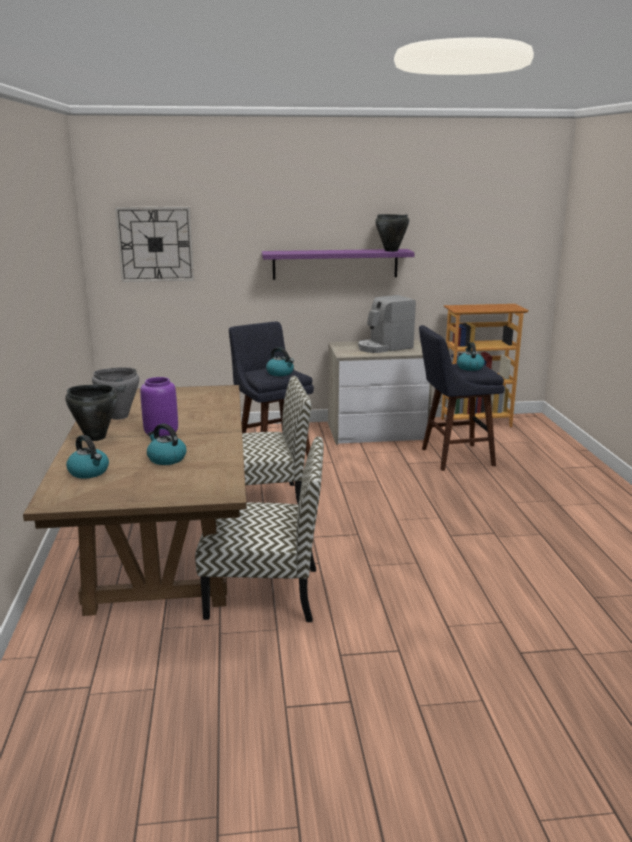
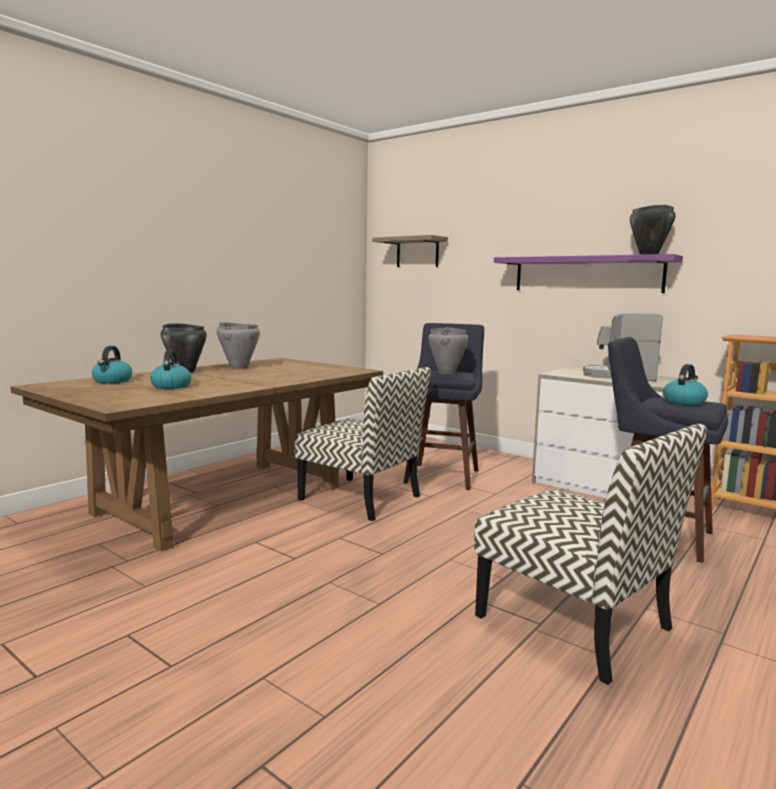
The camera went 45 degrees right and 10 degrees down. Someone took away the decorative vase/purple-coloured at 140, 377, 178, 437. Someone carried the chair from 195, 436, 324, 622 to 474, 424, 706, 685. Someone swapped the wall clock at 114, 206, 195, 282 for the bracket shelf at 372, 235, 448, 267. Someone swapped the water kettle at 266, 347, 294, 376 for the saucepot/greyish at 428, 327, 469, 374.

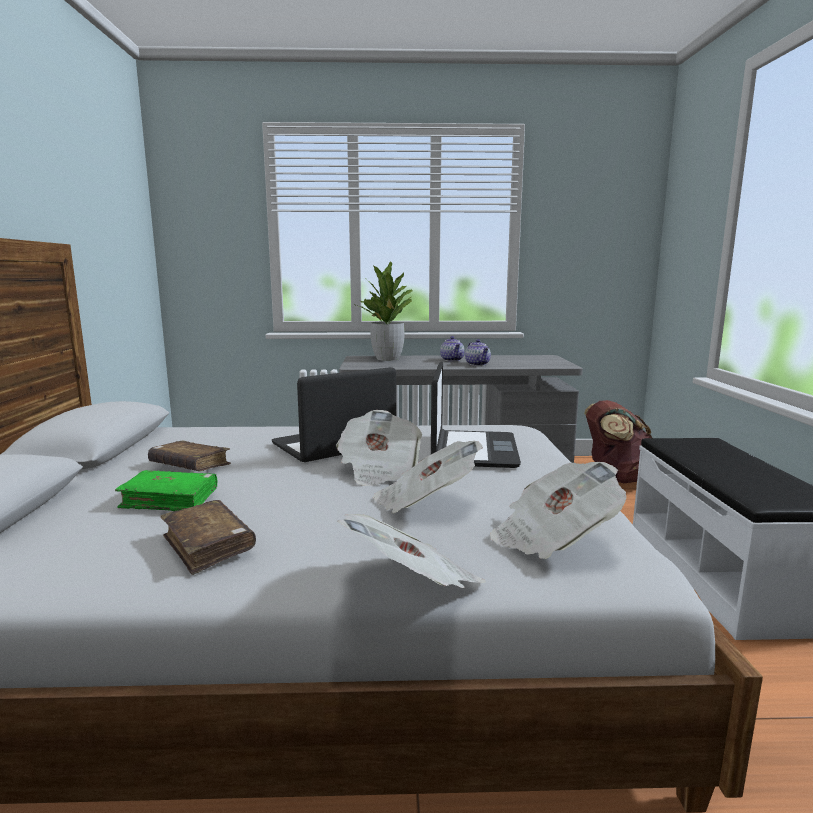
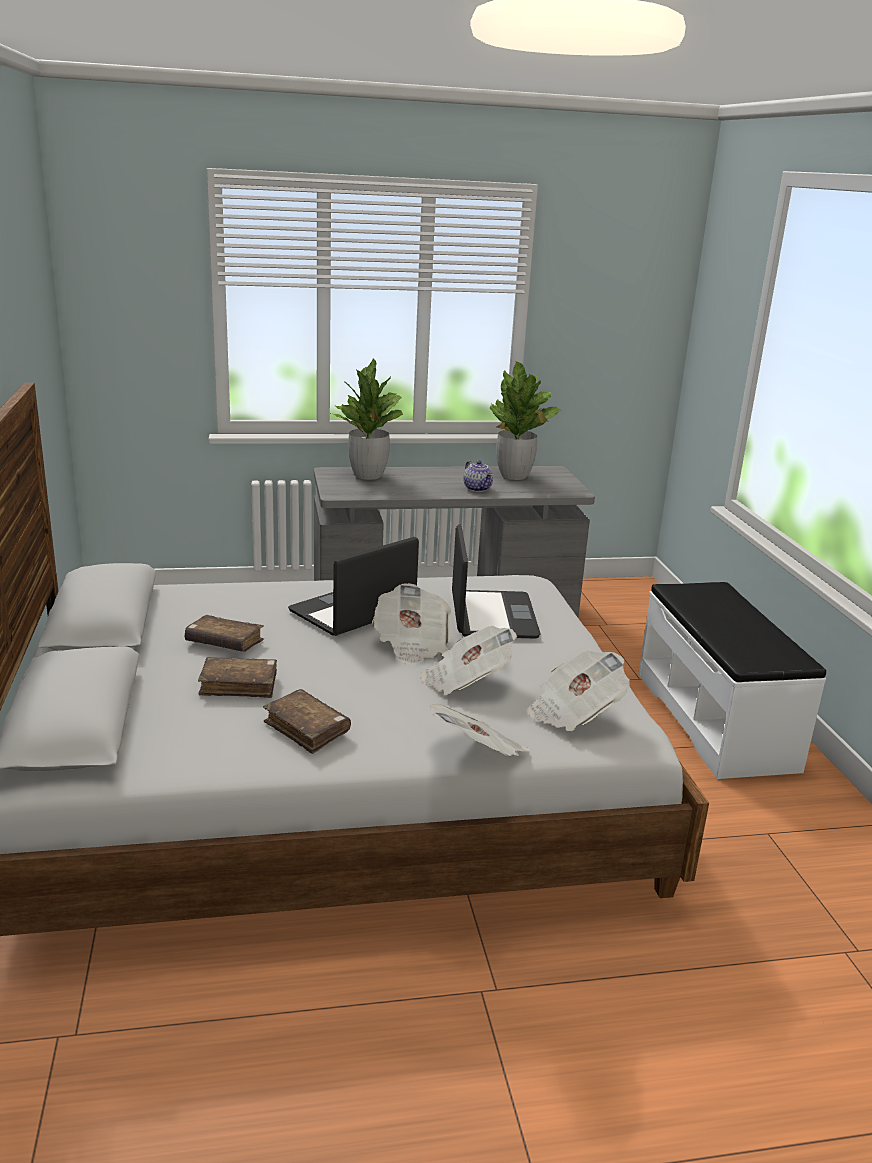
The camera went 10 degrees left and 10 degrees up. Someone took away the teapot at 440, 336, 465, 361. Someone took away the rucksack/brown at 584, 400, 652, 483. Someone put down the potted plant at 490, 361, 561, 480. Someone repainted the volume/greenish at 115, 470, 217, 511, which became the volume/brown at 198, 657, 277, 698.

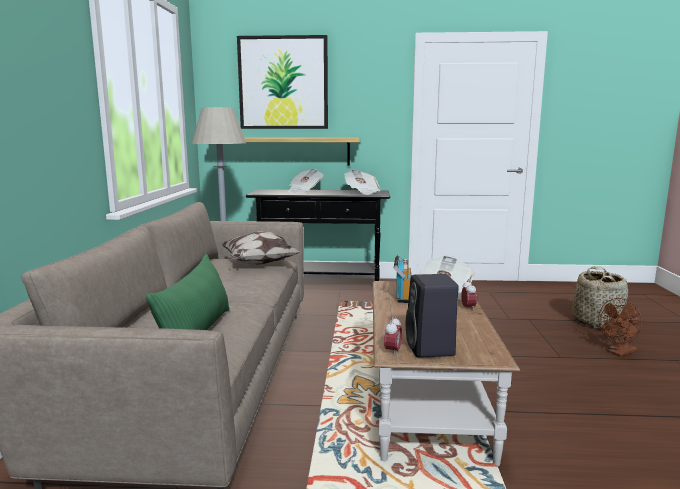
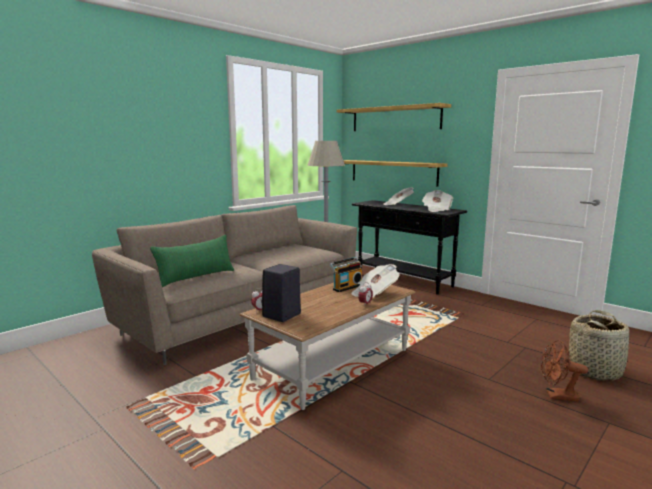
The camera went 40 degrees right and 0 degrees up. Someone took away the pillow at 221, 231, 301, 265. Someone swapped the wall picture at 237, 35, 328, 129 for the bracket shelf at 336, 103, 451, 131.

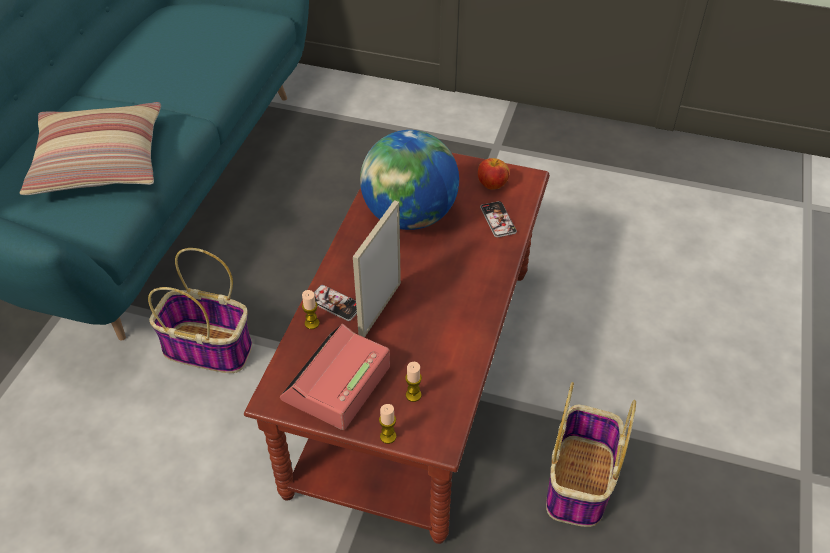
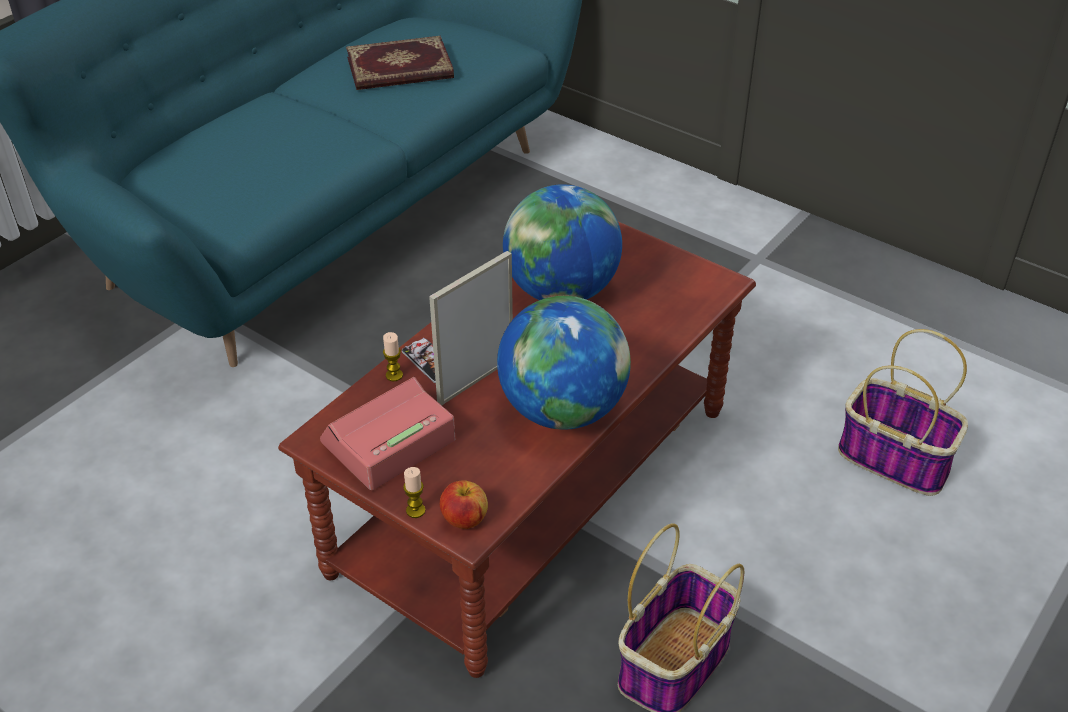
The camera went 20 degrees right and 5 degrees down. Someone took away the pillow at 20, 102, 161, 195. Someone took away the candle at 405, 362, 422, 402. Someone took away the phone at 480, 201, 517, 238. Someone put down the volume at 346, 36, 454, 90. Someone put down the desk globe at 497, 296, 631, 430. Someone carried the basket from 148, 248, 252, 373 to 838, 329, 968, 496. Someone carried the apple from 478, 158, 509, 189 to 440, 480, 488, 529.

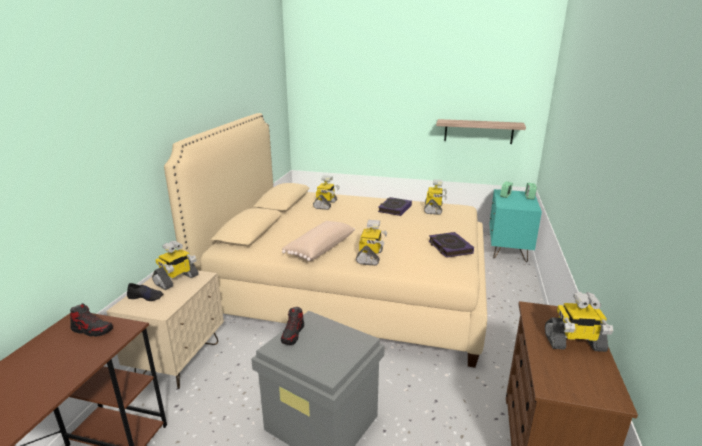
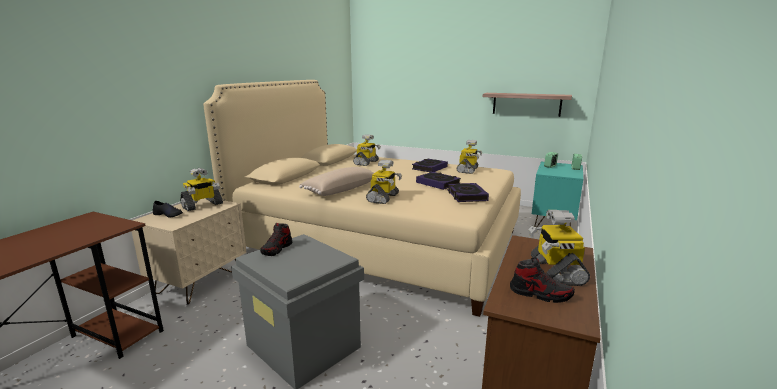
The camera went 10 degrees right and 5 degrees down. Someone put down the volume at 416, 172, 461, 190. Someone carried the low shoe from 70, 303, 113, 337 to 510, 258, 575, 303. Someone rotated the model robot at 545, 292, 613, 352 by 75 degrees clockwise.

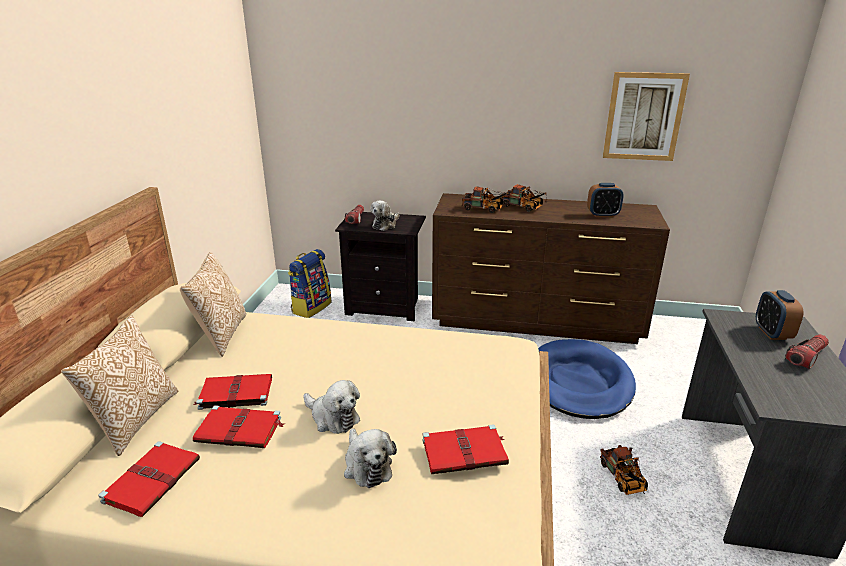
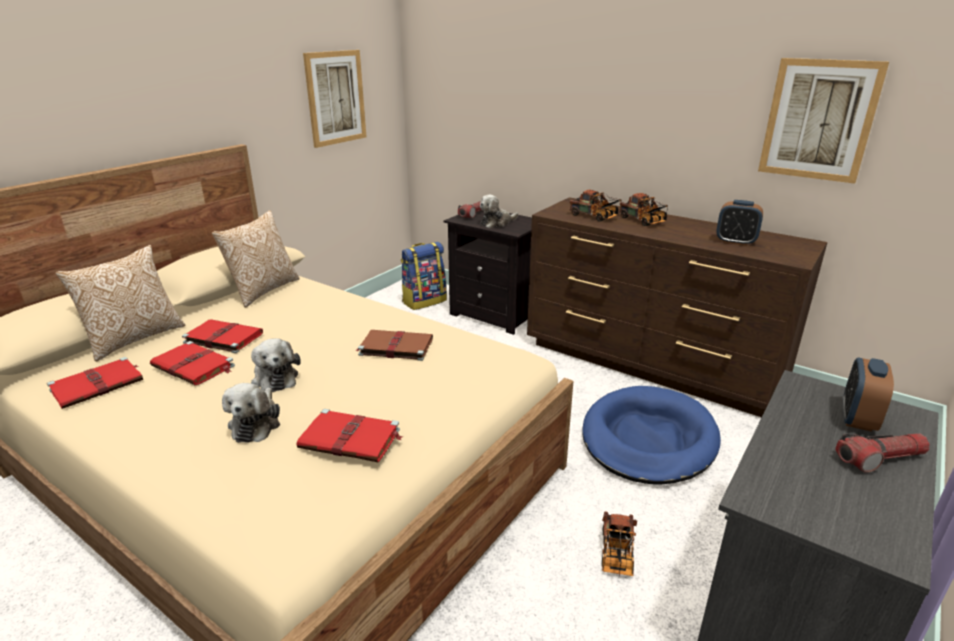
The camera went 25 degrees right and 0 degrees up. Someone put up the wall picture at 303, 50, 367, 148. Someone put down the volume/brown at 356, 330, 433, 361.

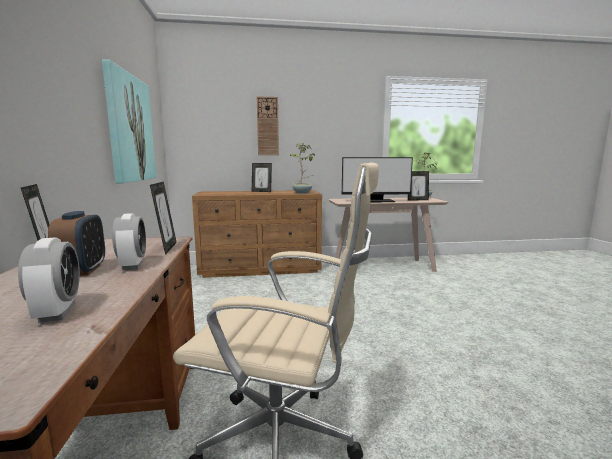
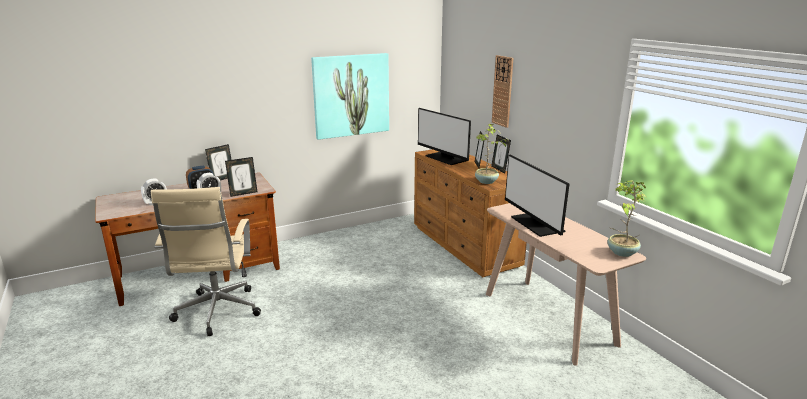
The camera went 70 degrees right and 10 degrees up. Someone put down the computer display at 418, 108, 471, 165. Someone carried the standing frame from 408, 171, 429, 200 to 491, 135, 511, 173.

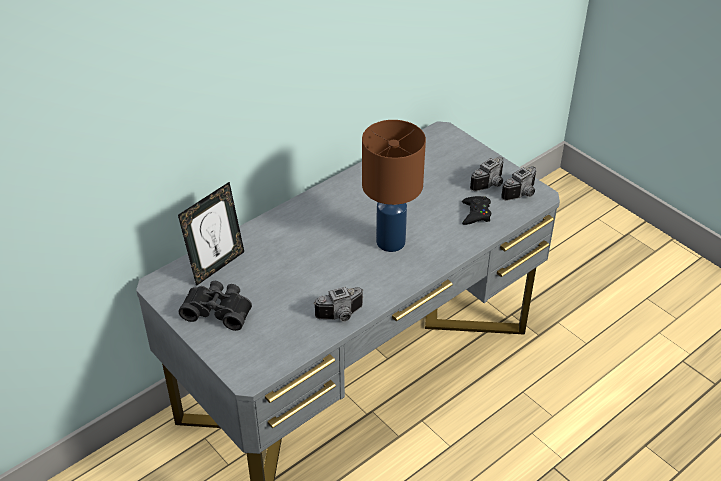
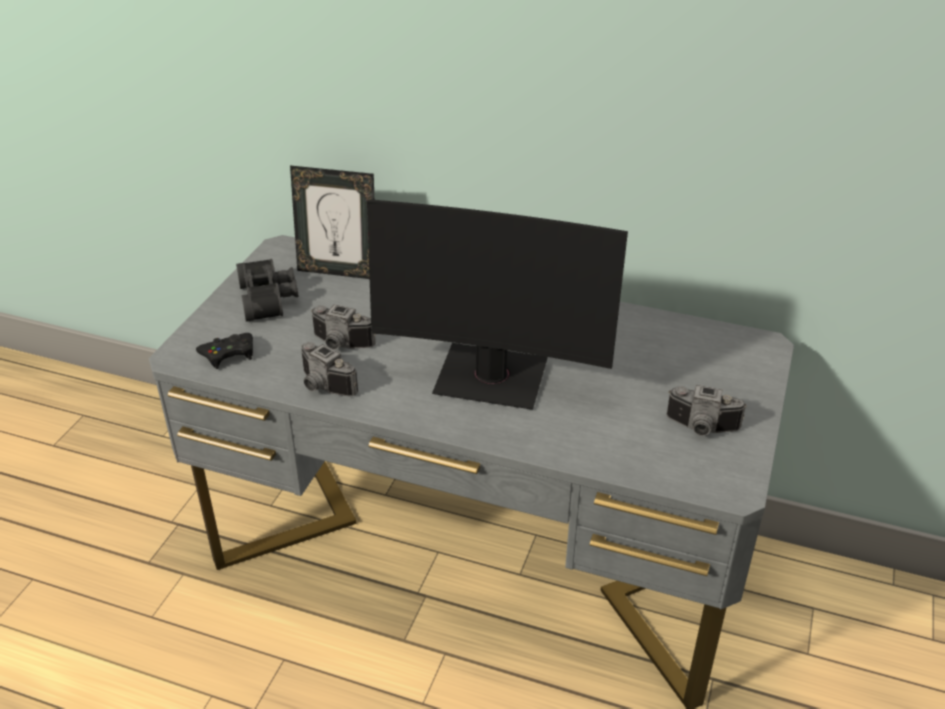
The camera went 60 degrees right and 5 degrees down. Someone carried the gamepad/black-coloured from 462, 196, 491, 225 to 196, 333, 253, 369. Someone carried the still camera from 501, 166, 536, 201 to 311, 304, 376, 350. Someone swapped the table lamp/brown at 362, 120, 426, 252 for the computer display at 367, 200, 628, 410.

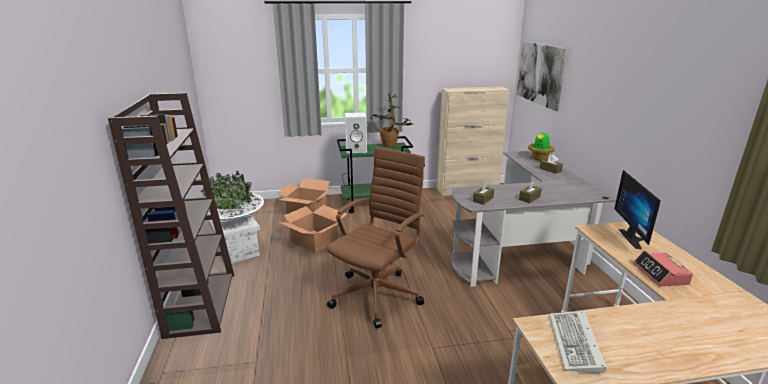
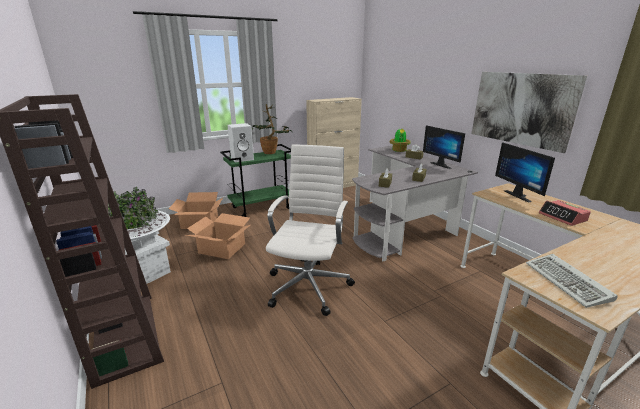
The camera went 20 degrees left and 0 degrees up. Someone put down the computer display at 423, 125, 465, 169. Someone carried the wall picture from 517, 41, 568, 111 to 472, 72, 587, 153. Someone repainted the computer chair/brown at 327, 147, 425, 328, which became the computer chair/white at 266, 144, 355, 316.

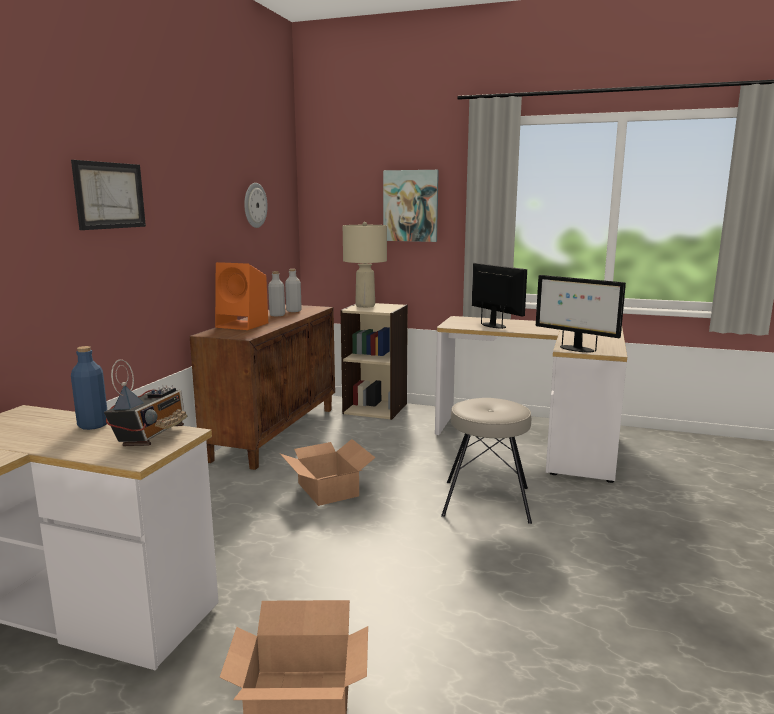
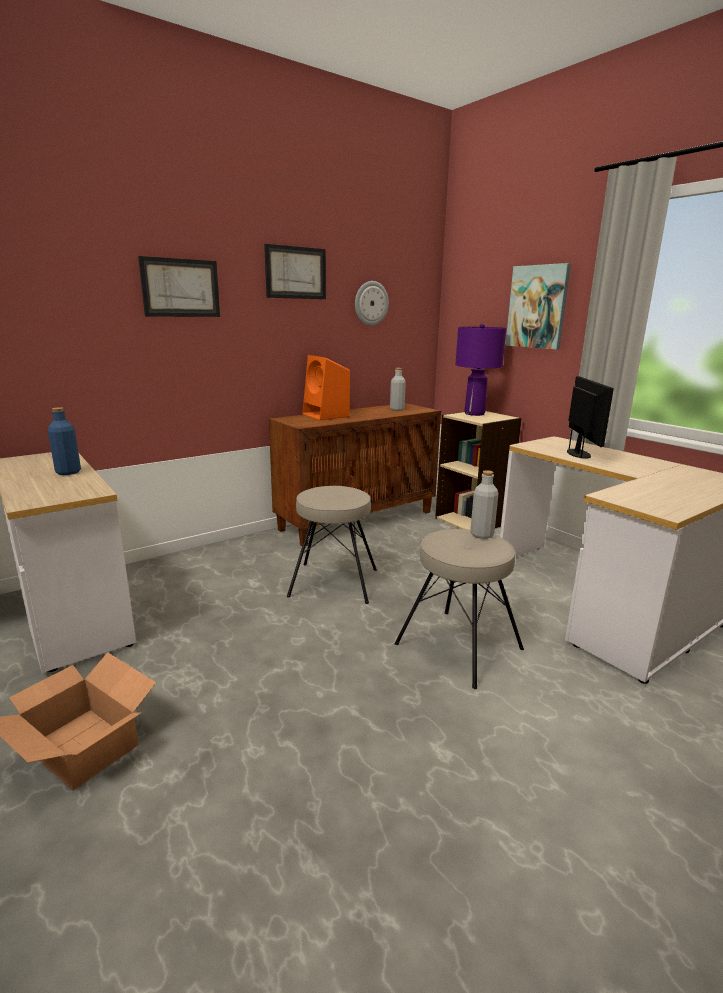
The camera went 35 degrees right and 5 degrees up. Someone took away the radio set at 104, 359, 187, 446. Someone took away the computer display at 536, 275, 626, 352. Someone put up the wall picture at 264, 244, 326, 299. Someone carried the beverage bottle/greyish from 268, 271, 285, 316 to 470, 470, 499, 539. Someone swapped the carton at 280, 439, 375, 506 for the sitting stool/beige at 287, 486, 377, 604. Someone repainted the table lamp/beige at 343, 222, 387, 308, which became the table lamp/purple-coloured at 455, 324, 506, 416.

